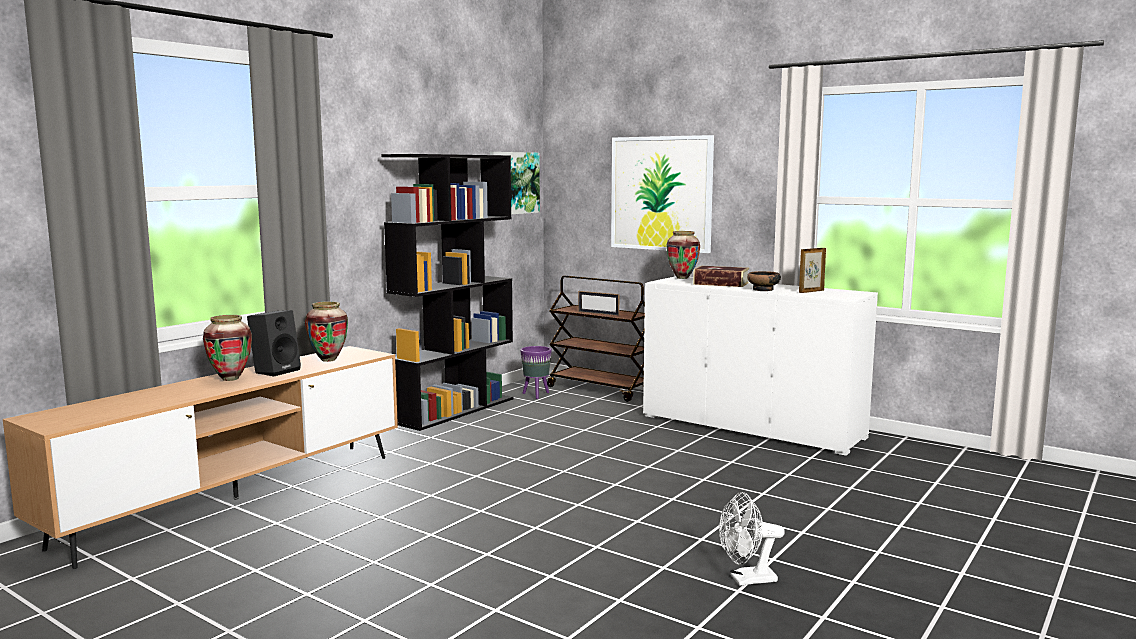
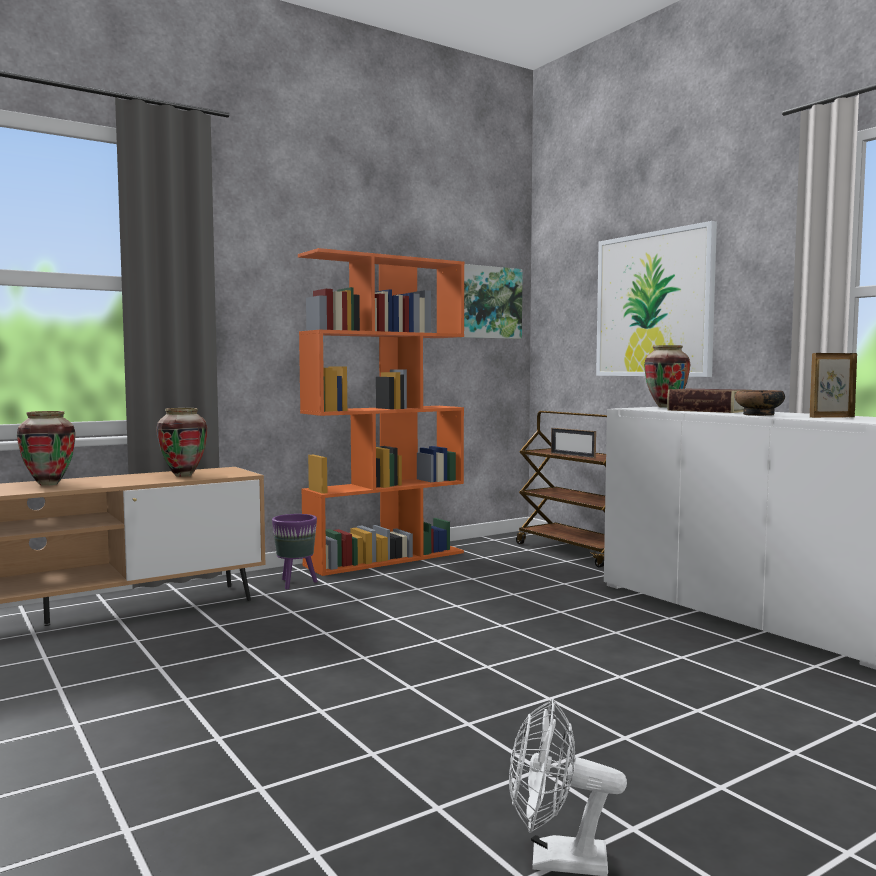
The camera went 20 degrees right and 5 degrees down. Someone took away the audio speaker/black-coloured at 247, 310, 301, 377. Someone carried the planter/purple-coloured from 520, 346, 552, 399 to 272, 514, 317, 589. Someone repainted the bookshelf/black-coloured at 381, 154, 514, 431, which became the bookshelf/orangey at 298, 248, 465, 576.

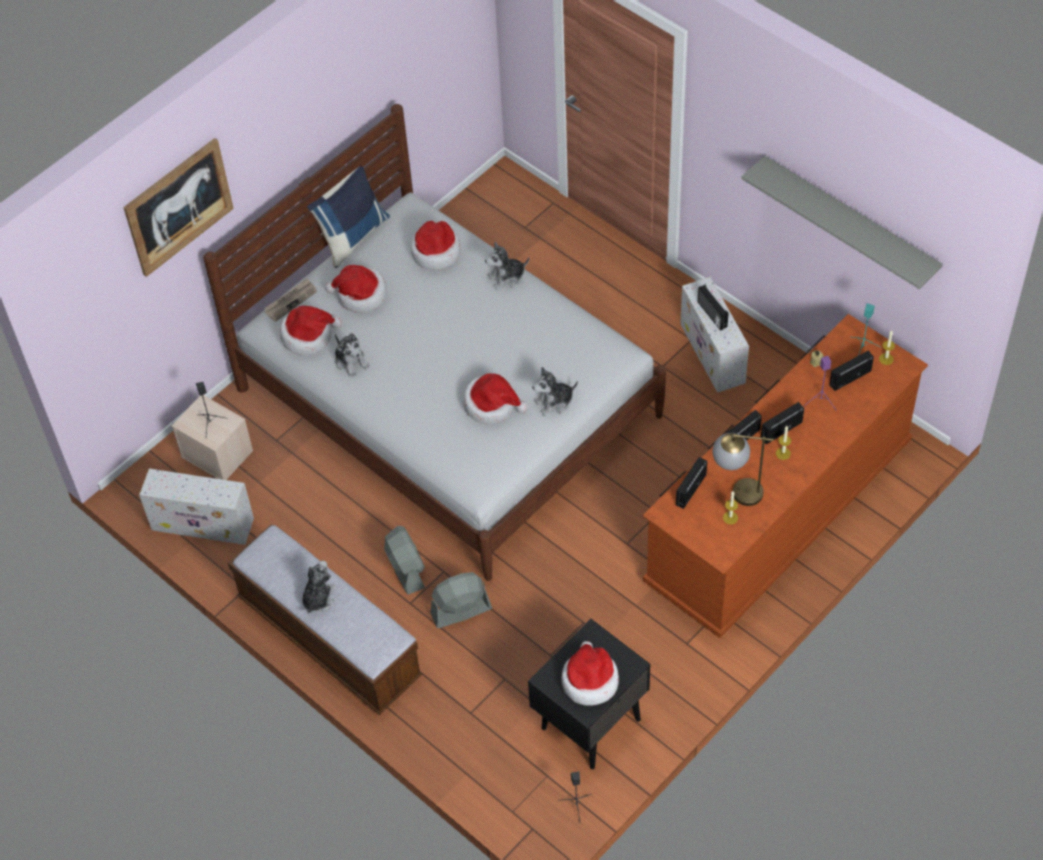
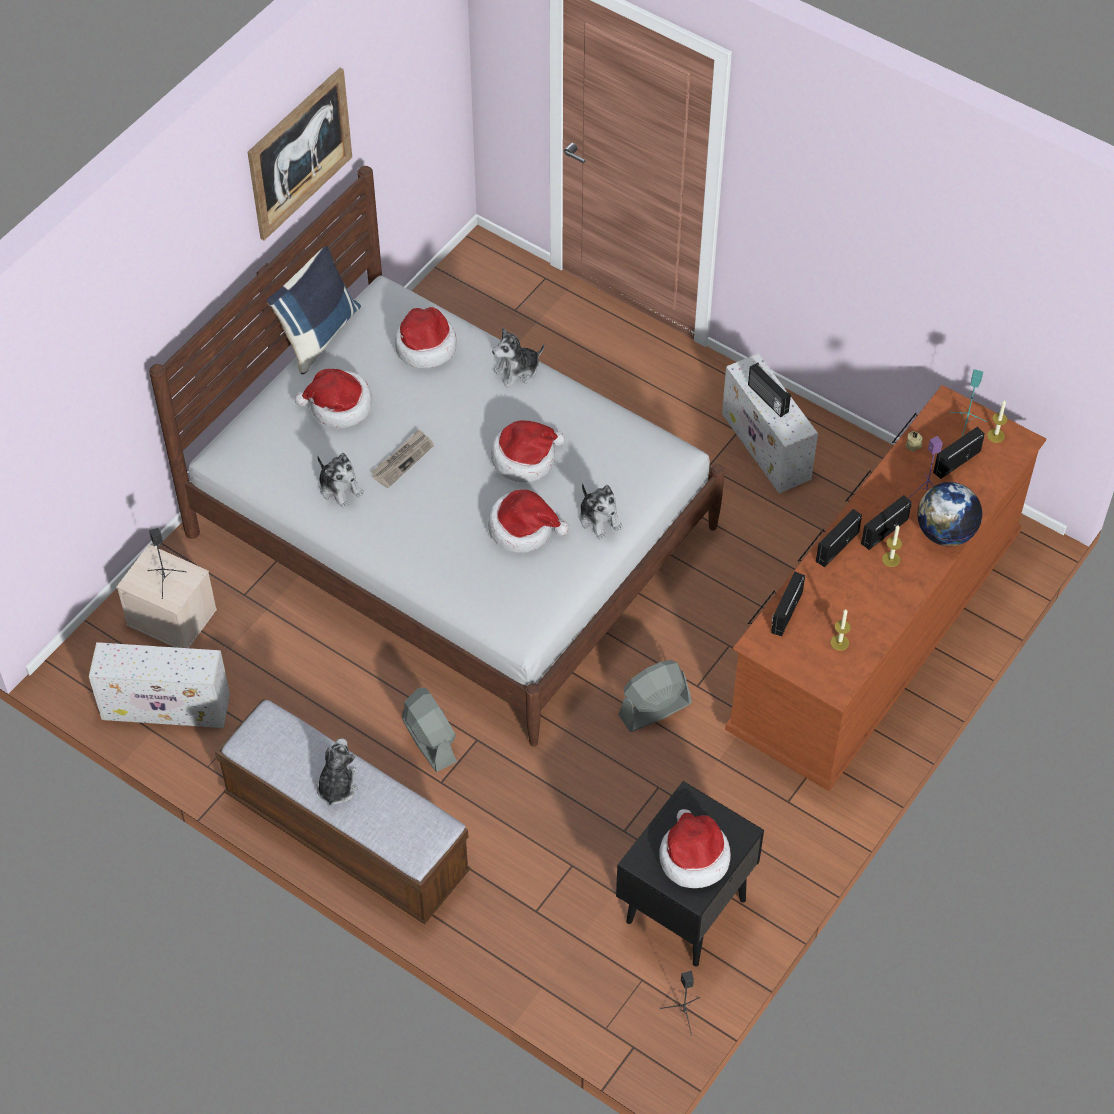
The camera went 10 degrees left and 0 degrees up. Someone took away the table lamp at 713, 433, 773, 506. Someone took away the bracket shelf/greyish at 741, 155, 943, 289. Someone put down the desk globe at 917, 482, 982, 546. Someone carried the wall picture from 123, 138, 234, 277 to 248, 68, 352, 241. Someone carried the newspaper from 264, 278, 317, 322 to 371, 430, 434, 488. Someone carried the hat from 280, 306, 342, 355 to 491, 420, 565, 482. Someone carried the cooling fan/greyish from 430, 572, 492, 628 to 618, 660, 692, 732. Someone rotated the soft toy at 532, 367, 578, 416 by 90 degrees counterclockwise.

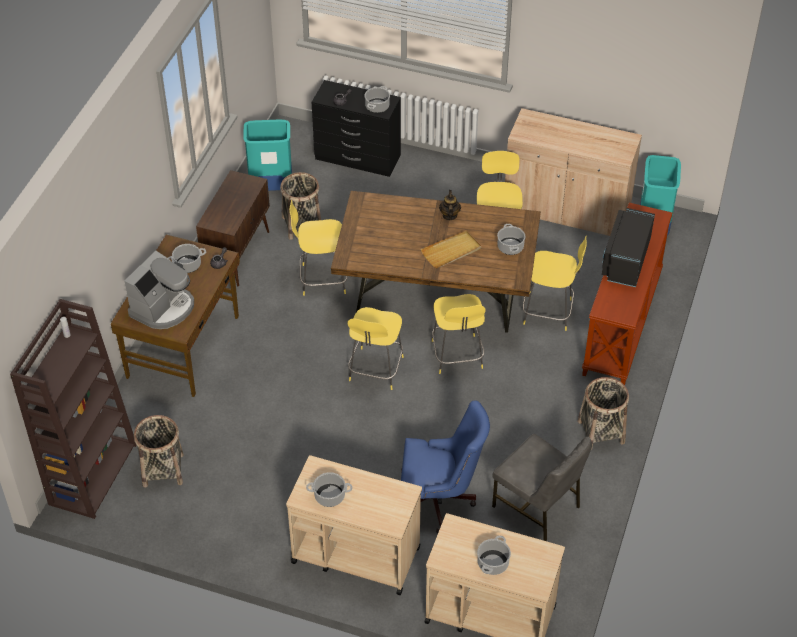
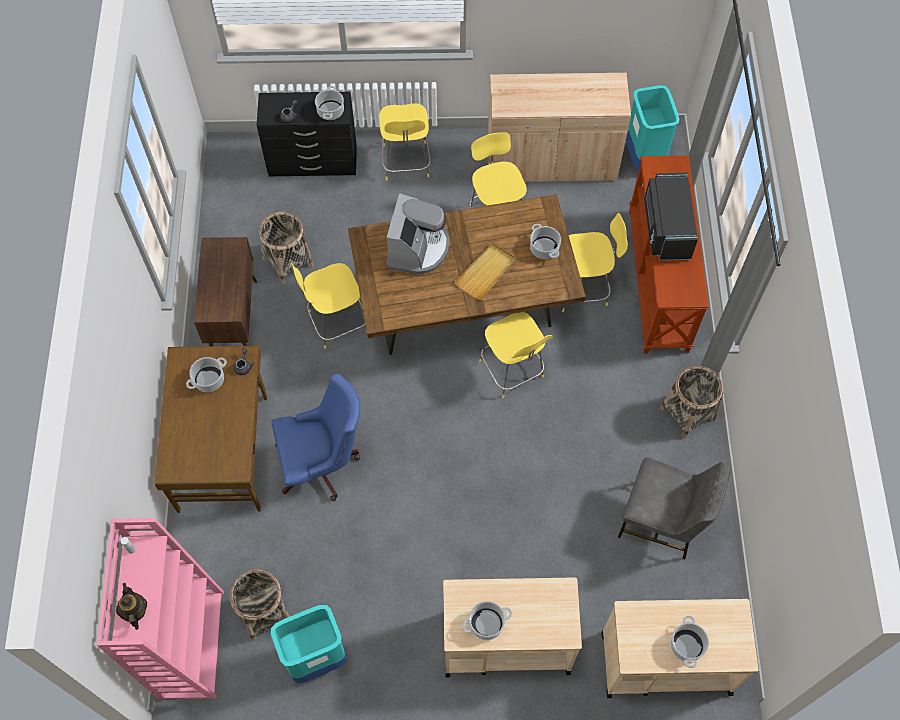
The camera went 20 degrees left and 15 degrees up. Someone carried the coffee maker from 124, 250, 194, 329 to 386, 193, 449, 274. Someone carried the waste bin/turquoise-coloured from 243, 120, 292, 191 to 271, 605, 346, 683. Someone carried the sitting stool/yellow-coloured from 348, 307, 404, 390 to 379, 103, 431, 181. Someone carried the computer chair/blue-coloured from 401, 400, 490, 533 to 271, 374, 360, 501. Someone carried the teapot from 439, 190, 461, 220 to 116, 583, 147, 630. Someone repainted the bookshelf/brown at 10, 299, 137, 519, which became the bookshelf/pinkish at 97, 518, 224, 699.

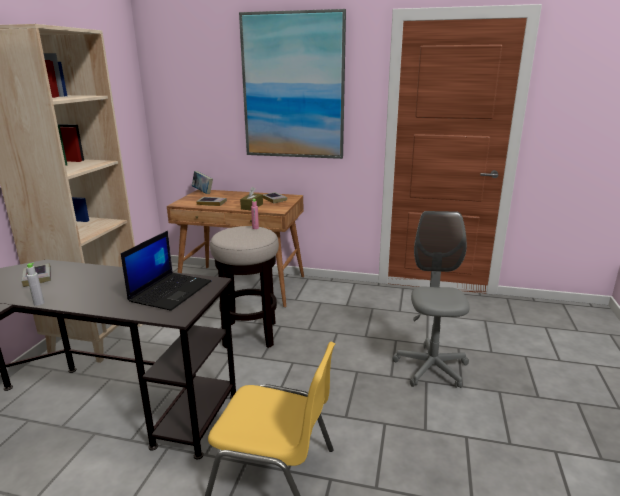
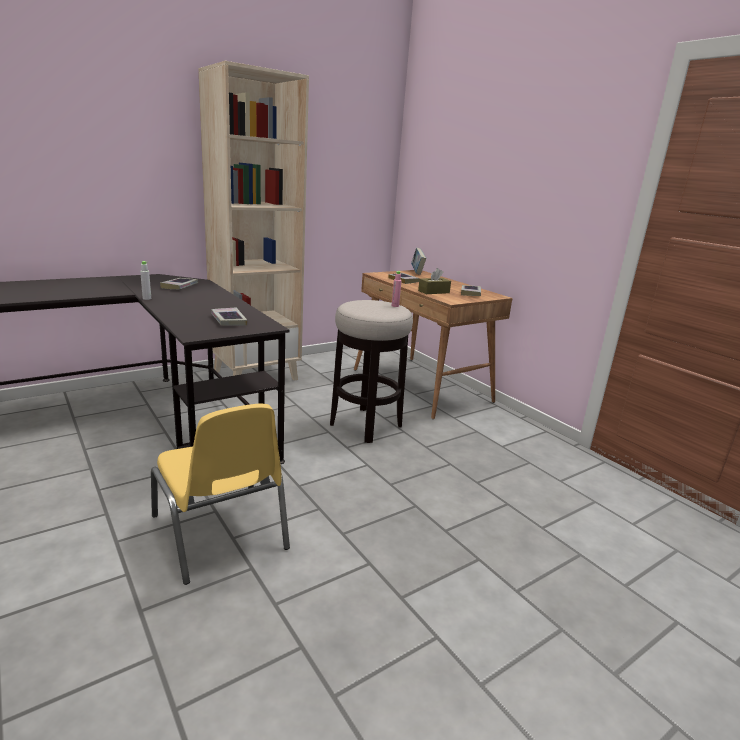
The camera went 40 degrees right and 0 degrees up. Someone took away the wall picture at 239, 9, 346, 159. Someone took away the computer chair/greyish at 393, 211, 470, 388. Someone swapped the notebook computer at 121, 231, 211, 311 for the volume at 211, 307, 247, 326.

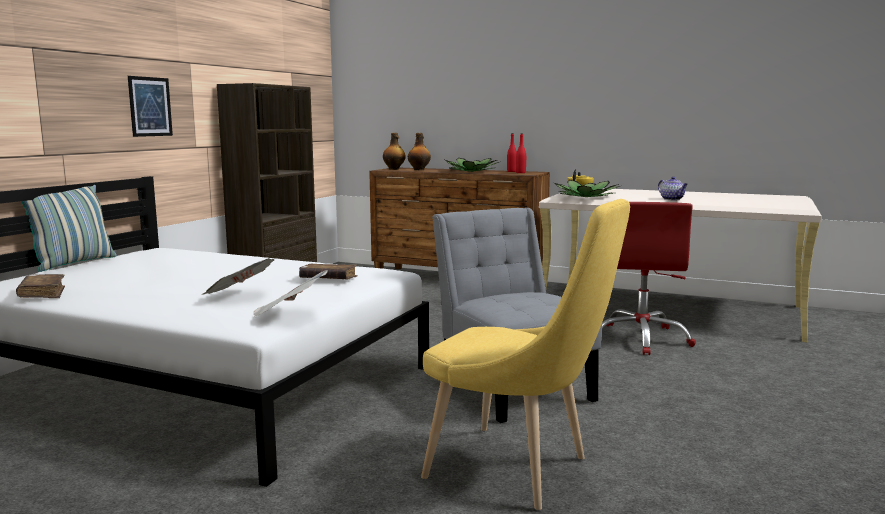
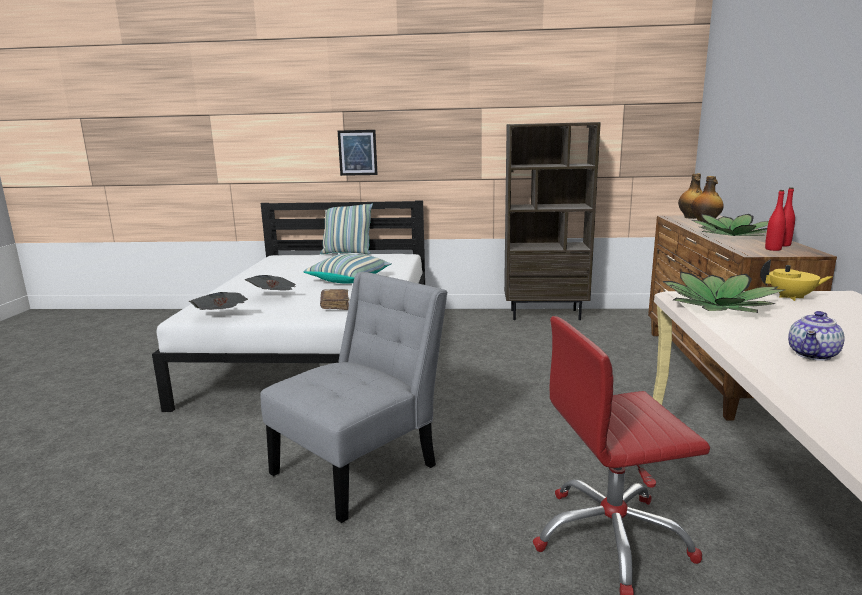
The camera went 70 degrees right and 5 degrees up. Someone took away the volume/brown at 16, 274, 65, 298. Someone took away the chair/yellow-coloured at 421, 199, 630, 510. Someone put down the pillow at 304, 253, 392, 283. Someone carried the wall picture from 128, 76, 173, 137 to 338, 130, 378, 176.

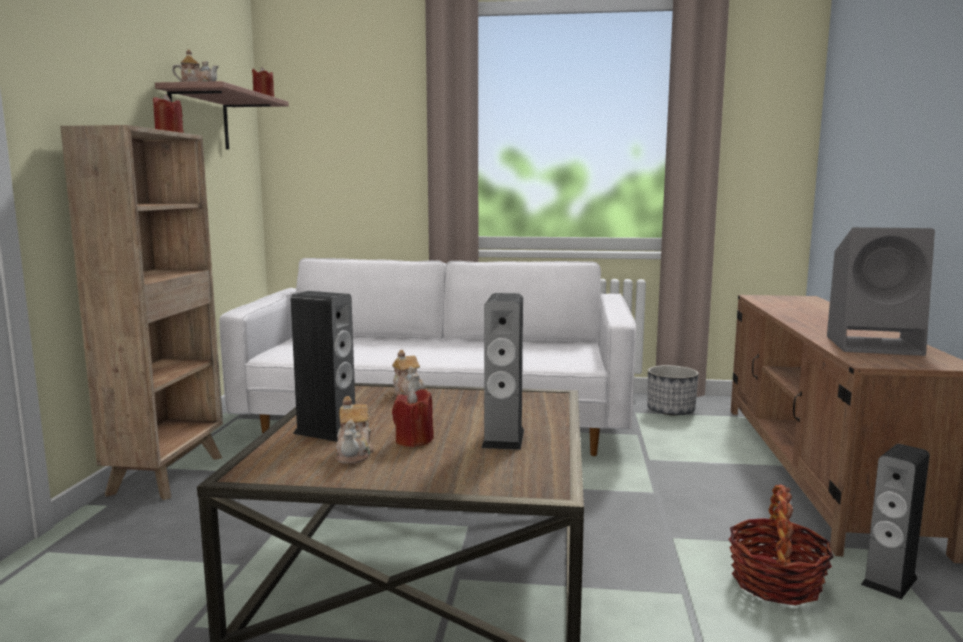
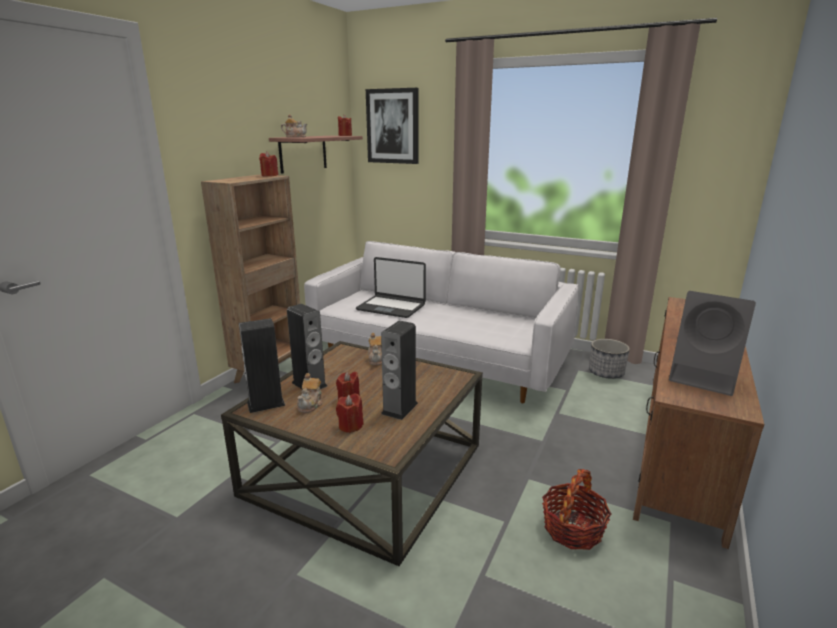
The camera went 20 degrees right and 10 degrees up. Someone put down the candle/reddish at 336, 393, 364, 433. Someone put down the notebook computer at 356, 257, 426, 318. Someone put up the wall picture at 366, 88, 418, 164. Someone carried the audio speaker from 861, 444, 930, 599 to 239, 318, 285, 413.

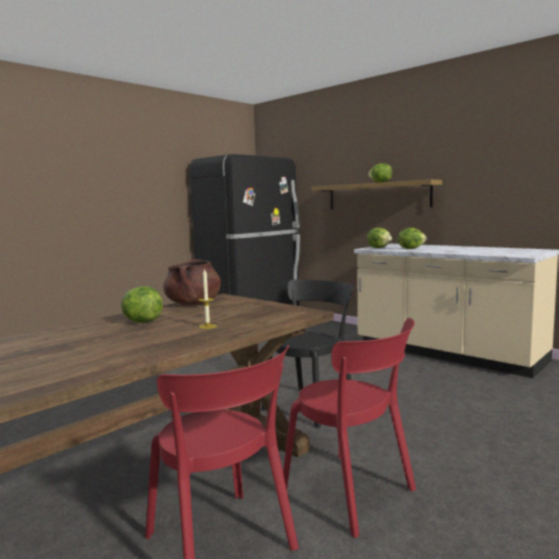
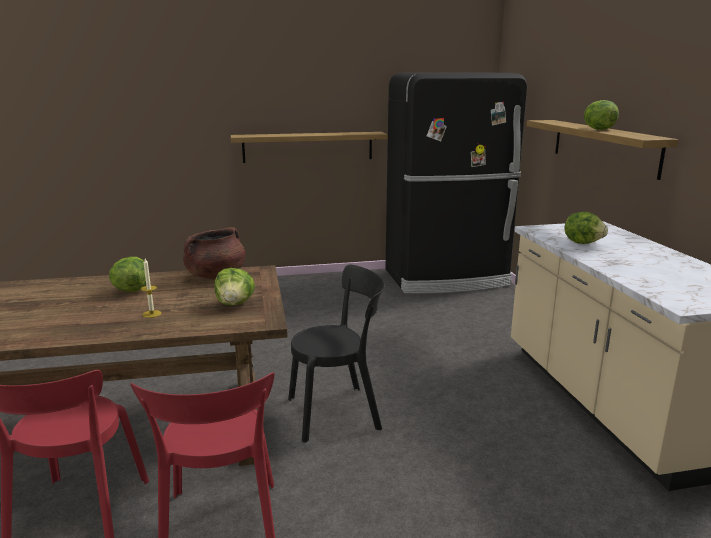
The camera went 35 degrees right and 10 degrees up. Someone put up the bracket shelf at 231, 132, 388, 163. Someone carried the lettuce head from 367, 228, 392, 248 to 214, 268, 255, 305.

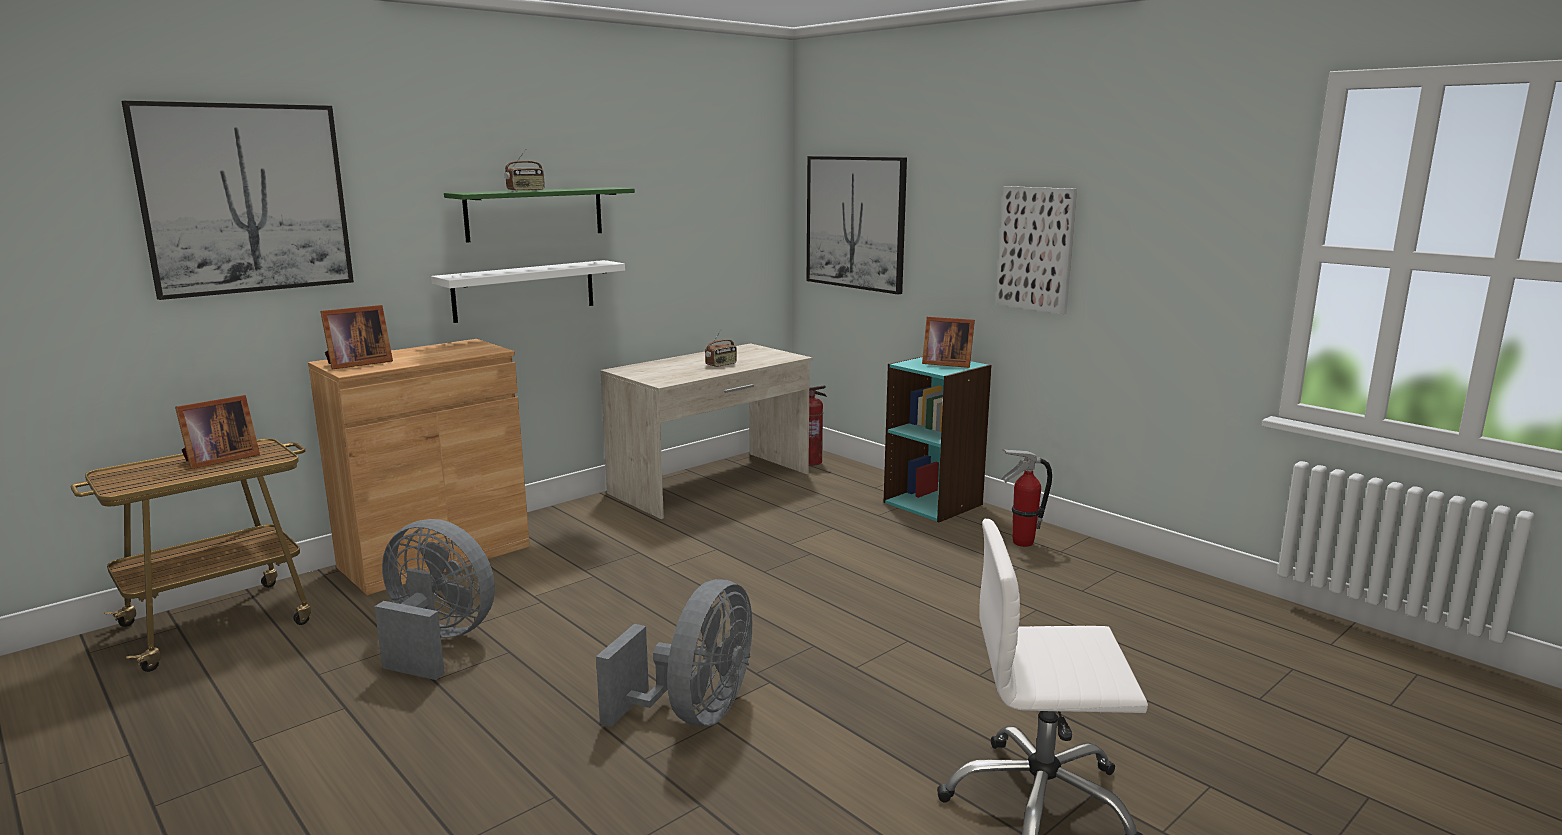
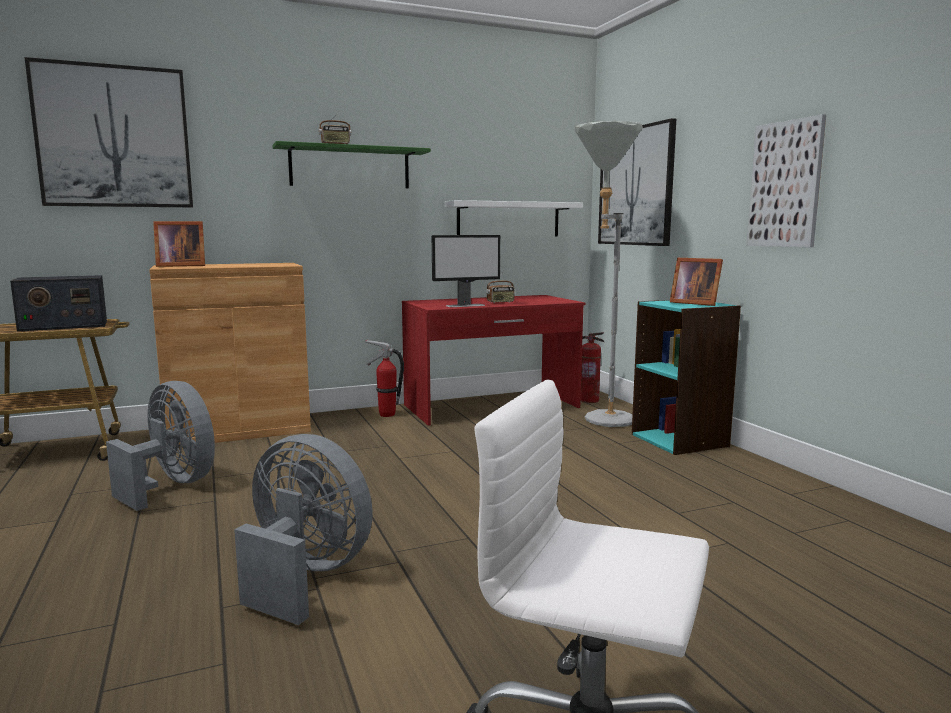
The camera went 20 degrees right and 5 degrees down. Someone put down the computer display at 432, 235, 500, 307. Someone put down the standard lamp/greyish at 575, 121, 643, 427. Someone carried the bracket shelf/white from 431, 260, 625, 323 to 445, 200, 583, 237. Someone carried the fire extinguisher from 1002, 449, 1052, 547 to 365, 340, 404, 417. Someone swapped the standing frame at 175, 395, 260, 469 for the radio set at 10, 275, 107, 332. Someone repainted the desk unit/beige at 600, 343, 812, 519, which became the desk unit/reddish at 402, 295, 585, 426. Someone rotated the cooling fan/greyish at 596, 579, 752, 727 by 105 degrees counterclockwise.

